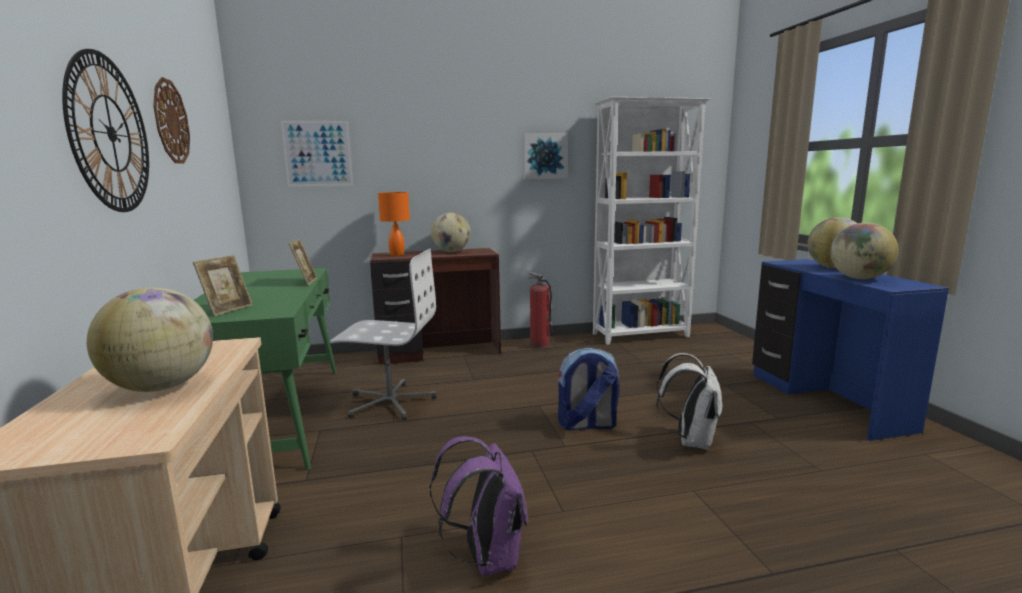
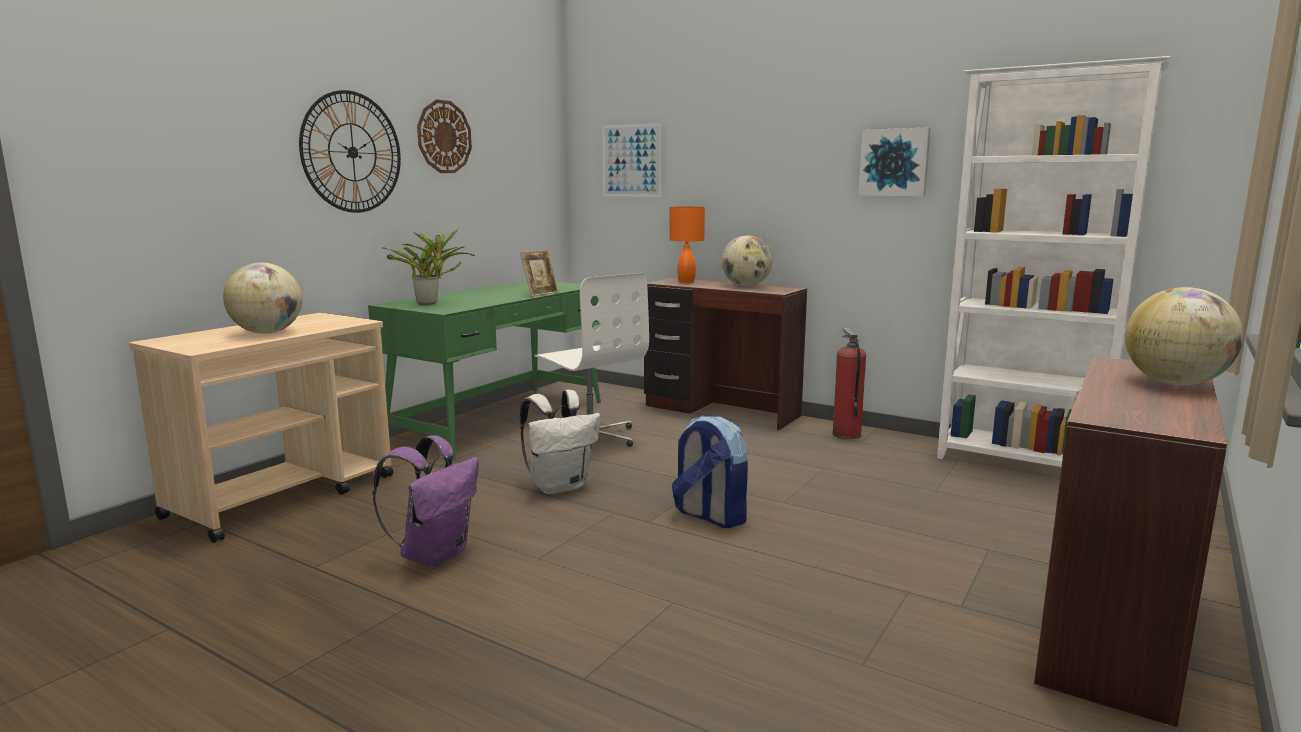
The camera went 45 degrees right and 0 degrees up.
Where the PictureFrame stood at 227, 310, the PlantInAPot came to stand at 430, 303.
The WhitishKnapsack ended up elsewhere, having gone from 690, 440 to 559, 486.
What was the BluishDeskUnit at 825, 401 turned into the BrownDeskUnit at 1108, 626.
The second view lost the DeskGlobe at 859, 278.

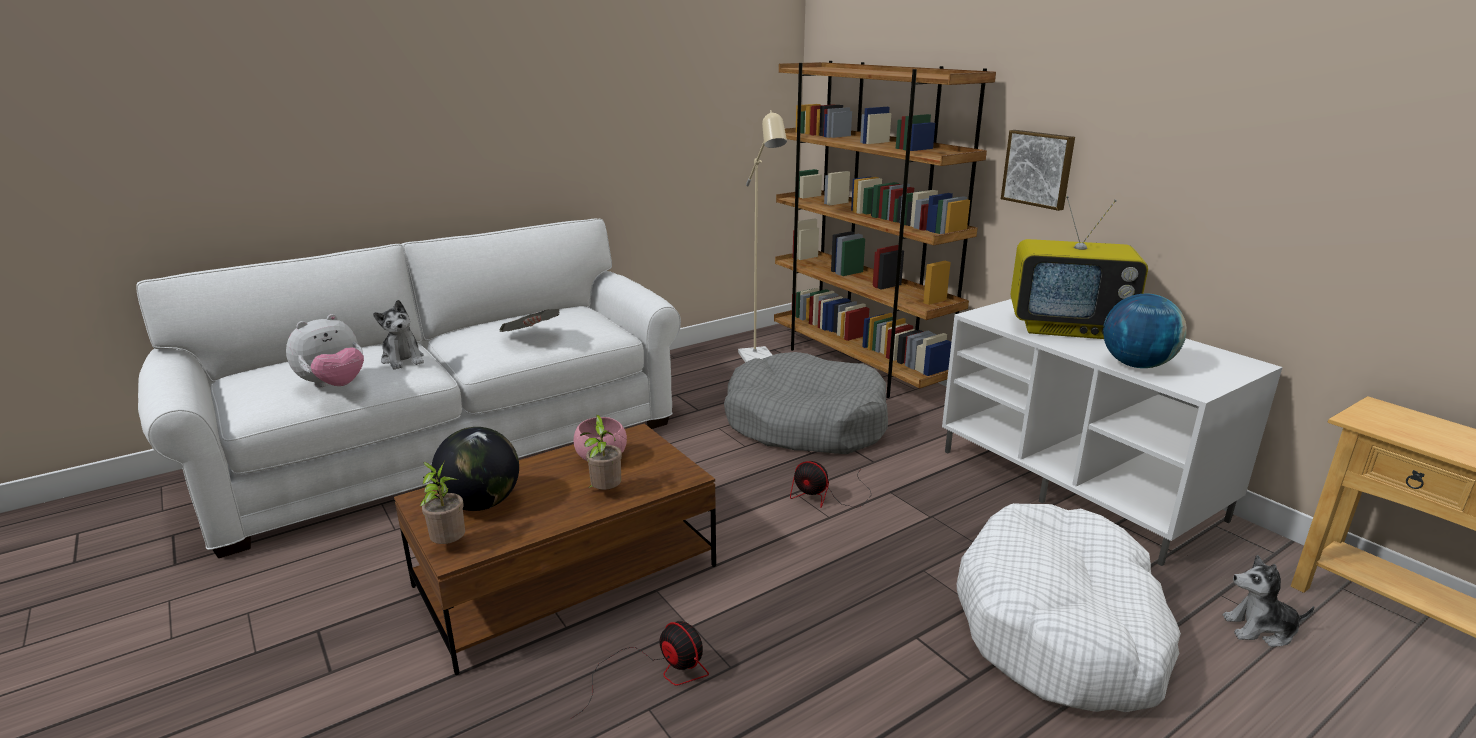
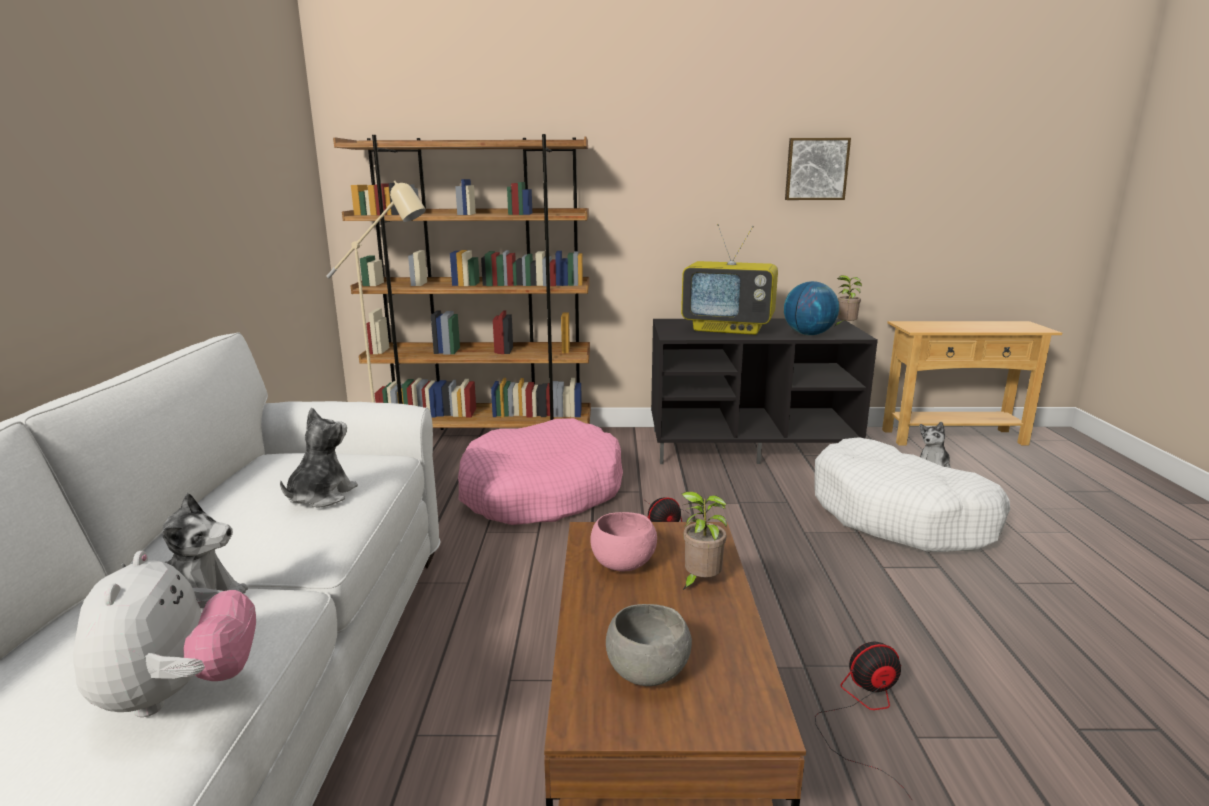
The camera went 55 degrees left and 5 degrees down.
Where the Newspaper stood at 531, 337, the CuddlyToy came to stand at 320, 496.
What was the GreyishDogCushion at 805, 423 turned into the PinkishDogCushion at 541, 492.
Where the DeskGlobe stood at 481, 504, the GreyishServingBowl came to stand at 647, 672.
What was the WhitishTvStand at 1079, 484 turned into the BlackishTvStand at 750, 445.
The Tv at 1068, 328 ended up facing another way, 60 degrees clockwise from before.
The WallPicture ended up elsewhere, having gone from 1038, 169 to 816, 169.
The PlantInAPot ended up elsewhere, having gone from 448, 545 to 844, 326.

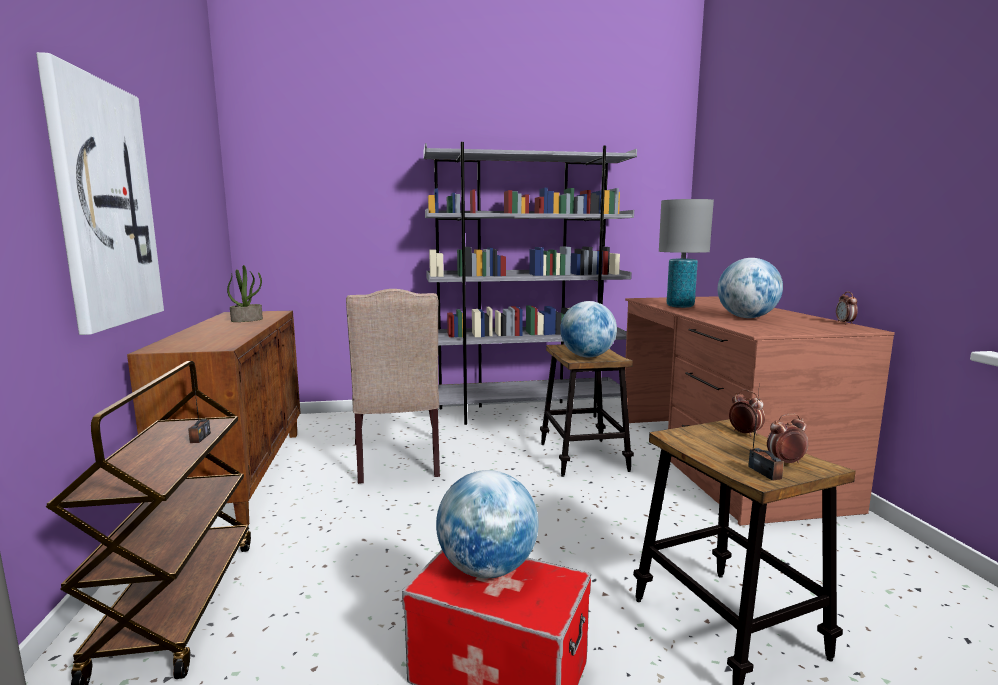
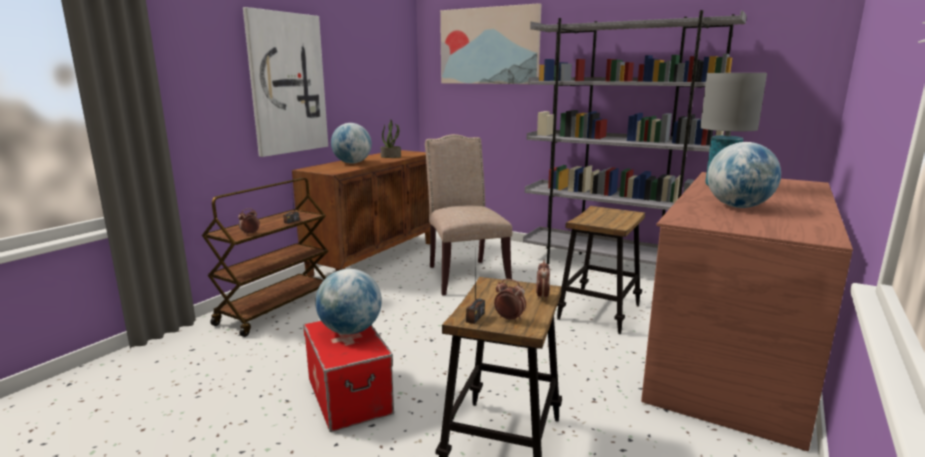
The camera went 40 degrees right and 5 degrees up.
The TableClock ended up elsewhere, having gone from 845, 323 to 250, 234.
The DeskGlobe ended up elsewhere, having gone from 587, 356 to 352, 163.
The BeigePlainChair at 398, 461 ended up facing another way, 135 degrees clockwise from before.
The second view gained the WallPicture at 489, 46.

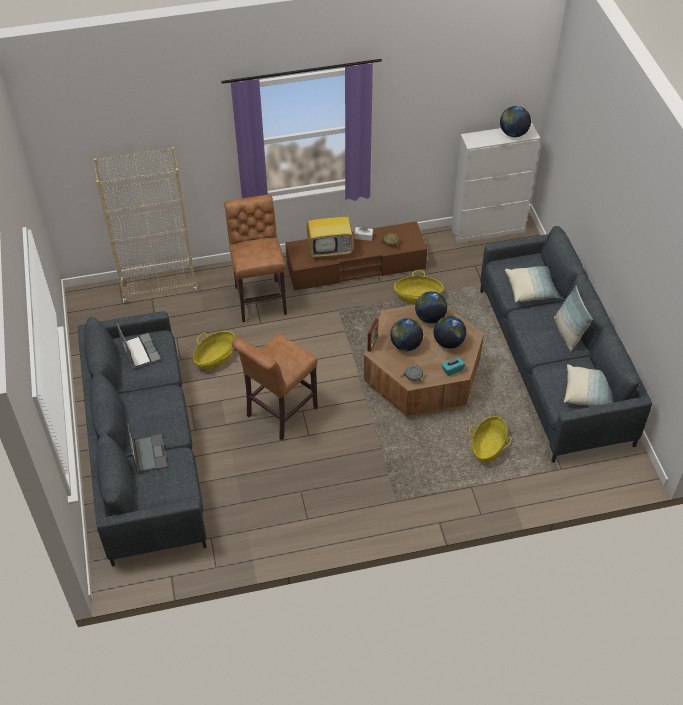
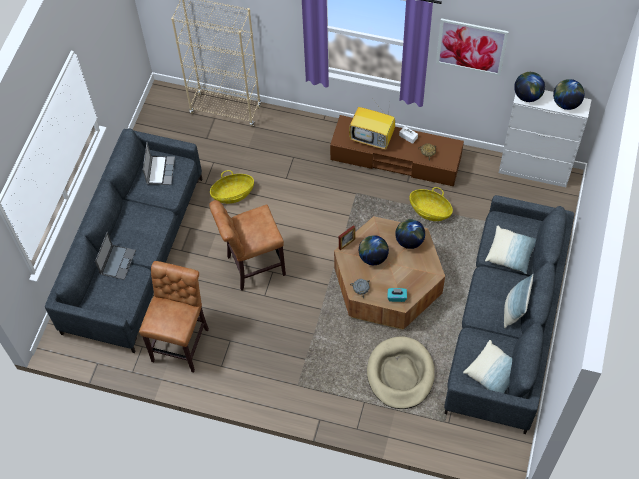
The camera went 30 degrees right and 10 degrees up.
The BrownStool ended up elsewhere, having gone from 260, 298 to 182, 342.
Where the StorageBasket stood at 488, 447, the BeigeDogCushion came to stand at 400, 374.
The second view gained the WallPicture at 471, 46.
The DeskGlobe ended up elsewhere, having gone from 448, 342 to 527, 95.

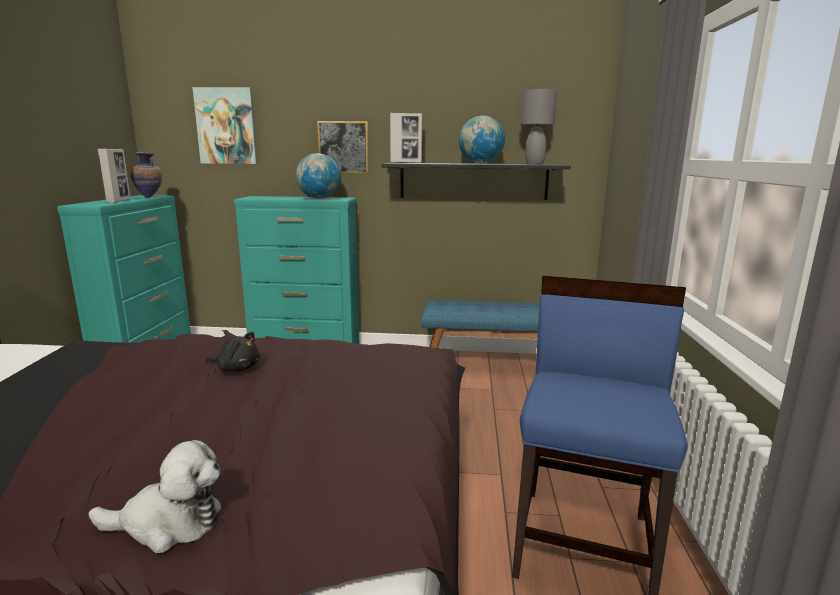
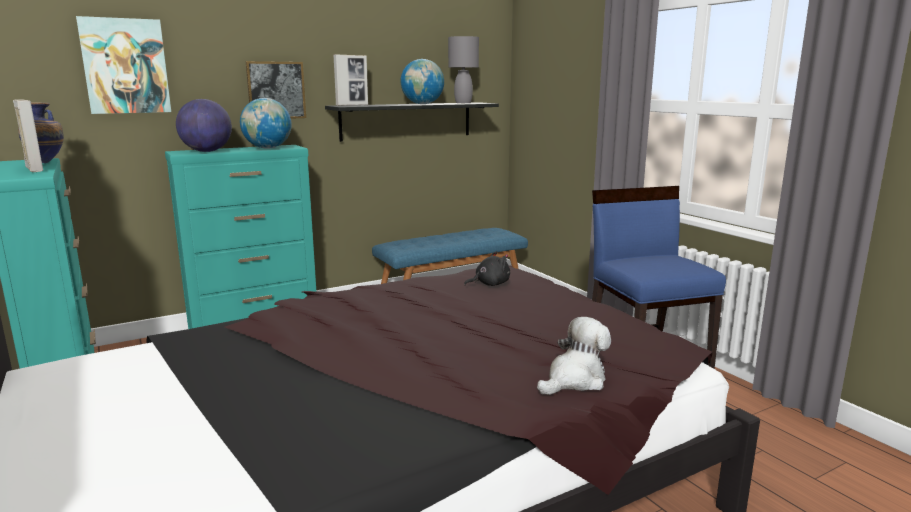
The camera went 35 degrees left and 0 degrees up.
The second view gained the DeskGlobe at 206, 151.
The BlackishCuddlyToy ended up elsewhere, having gone from 237, 368 to 489, 284.

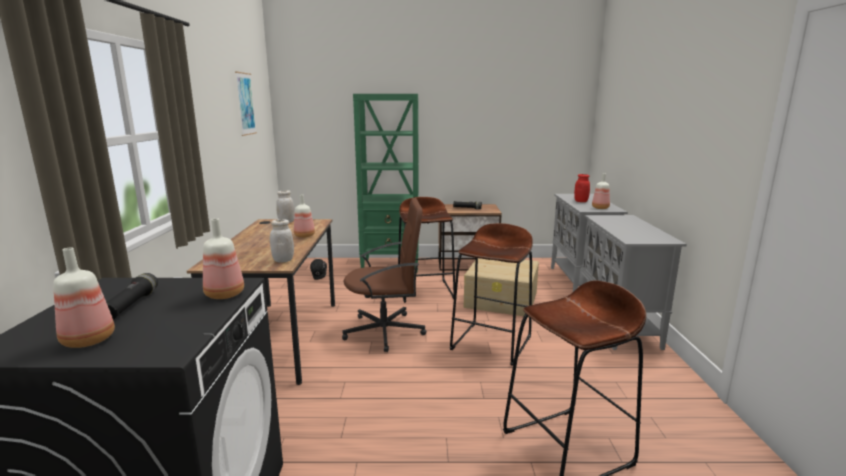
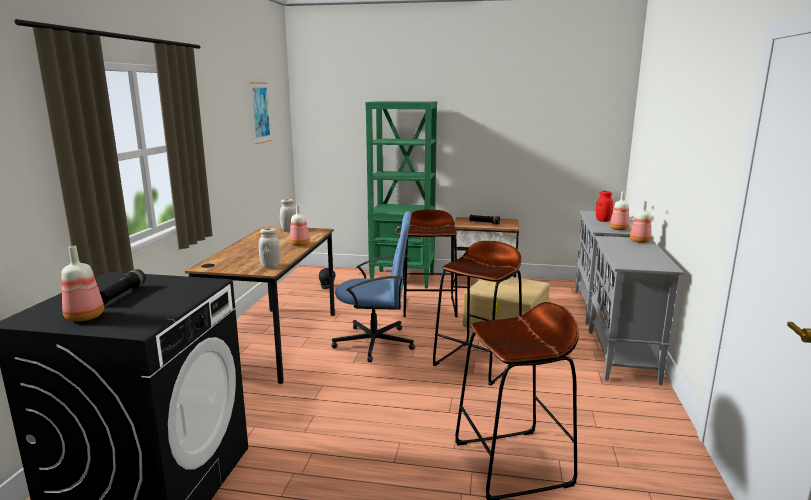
The camera went 10 degrees right and 0 degrees up.
What was the BrownDeskChair at 385, 331 turned into the BluishDeskChair at 375, 343.
The Bottle ended up elsewhere, having gone from 224, 294 to 639, 241.

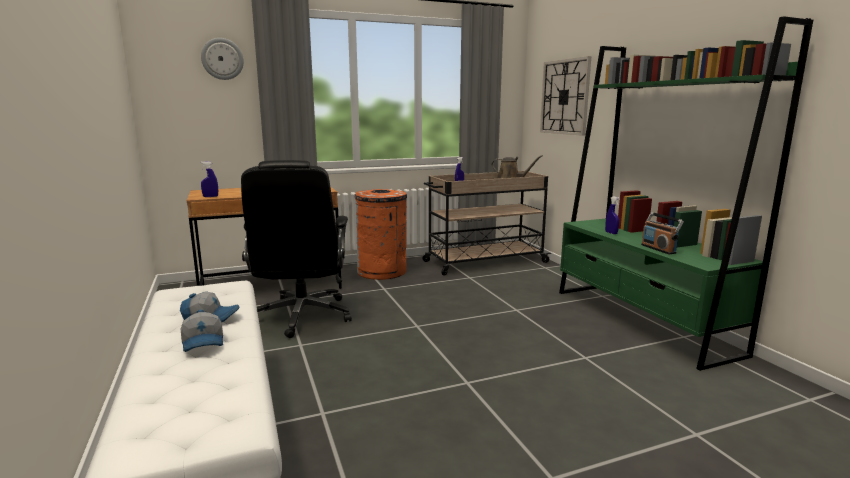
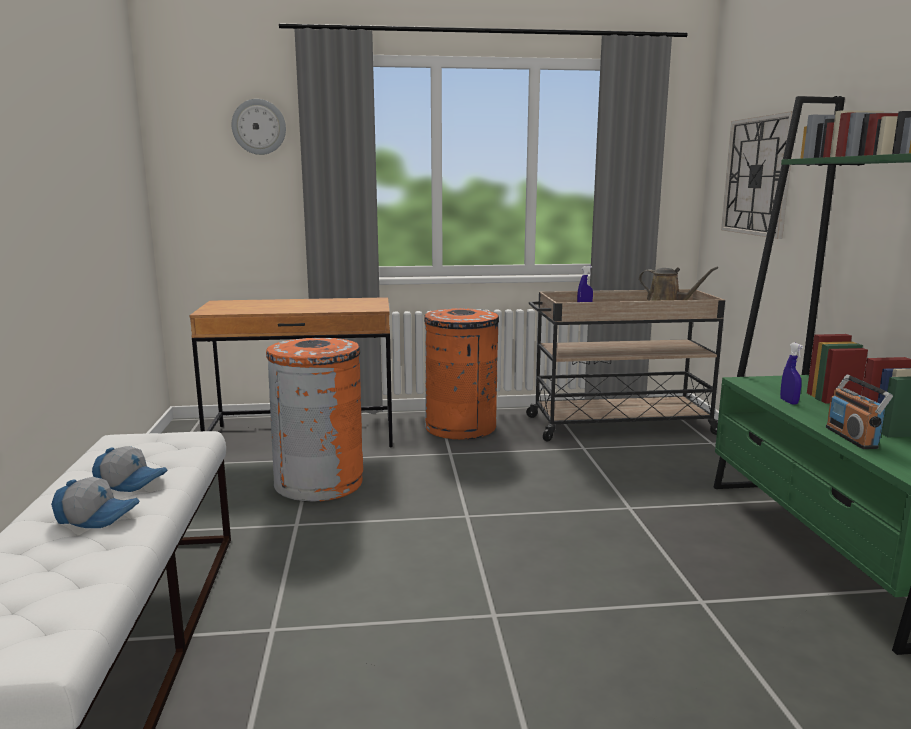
The camera went 15 degrees right and 0 degrees up.
The BaseballCap at 204, 342 ended up facing another way, 75 degrees counterclockwise from before.
Where the BlackishDeskChair stood at 302, 316, the OrangeyWasteBin came to stand at 319, 483.
The second view lost the BluishHandSprayer at 210, 196.

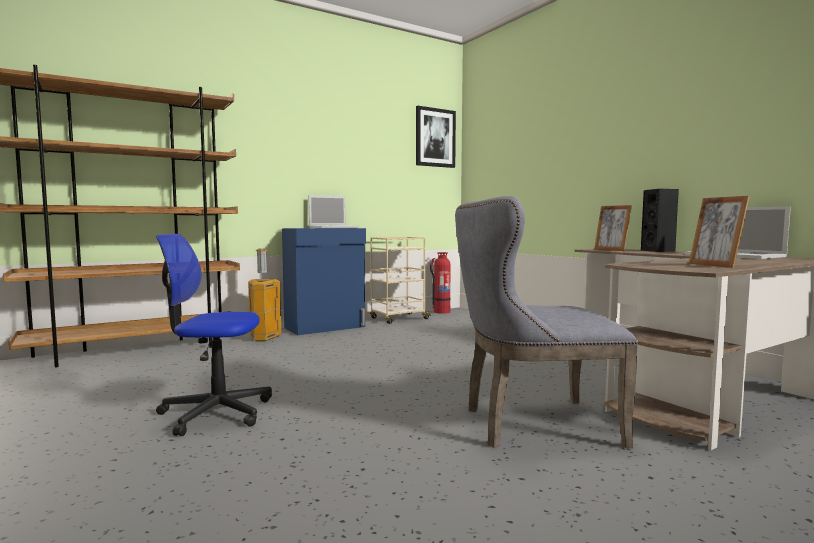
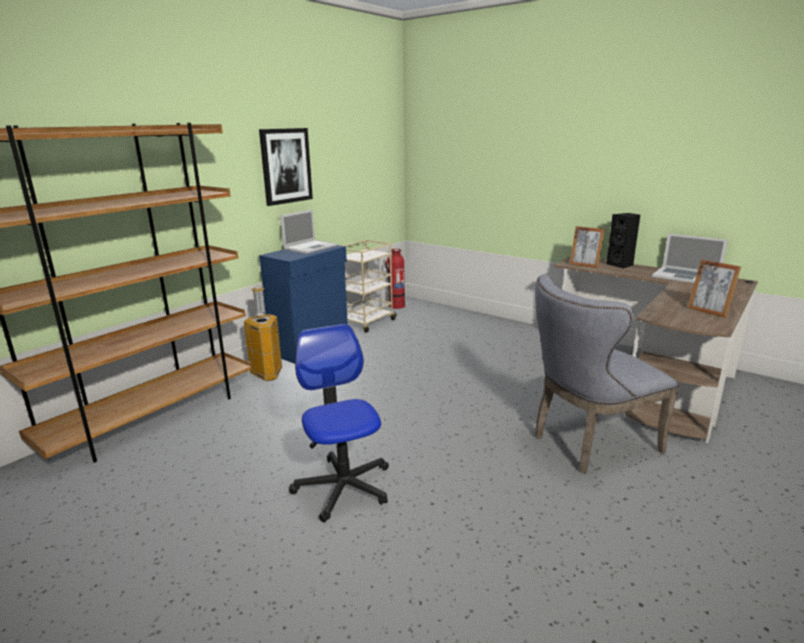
The camera went 20 degrees left and 15 degrees up.
The WallPicture ended up elsewhere, having gone from 435, 137 to 286, 166.
The DeskChair at 216, 412 ended up facing another way, 90 degrees clockwise from before.

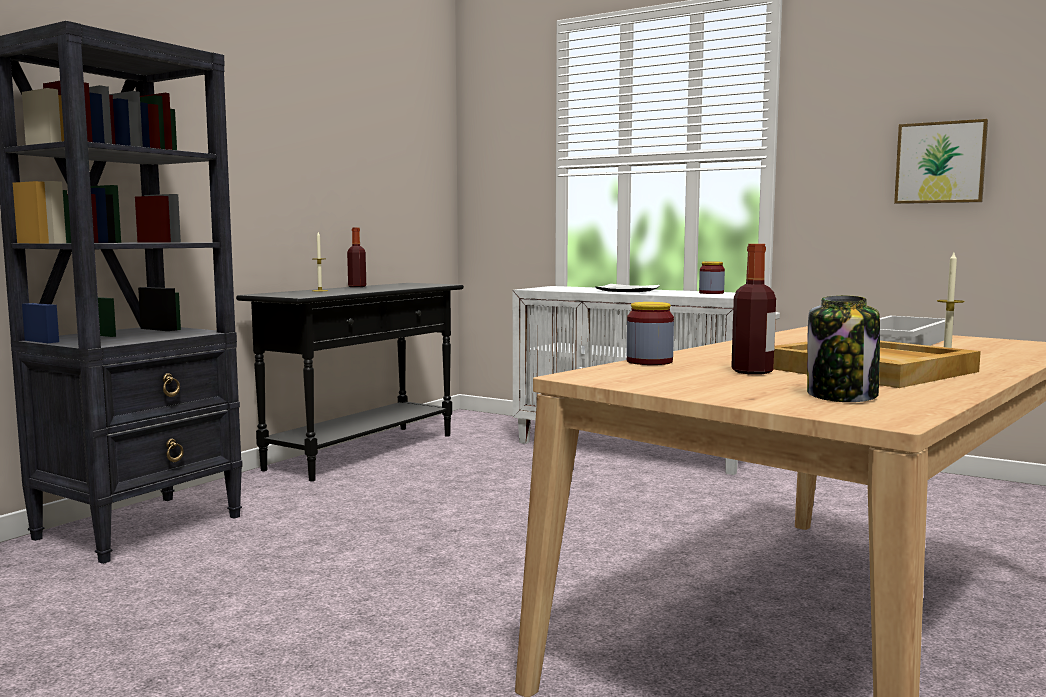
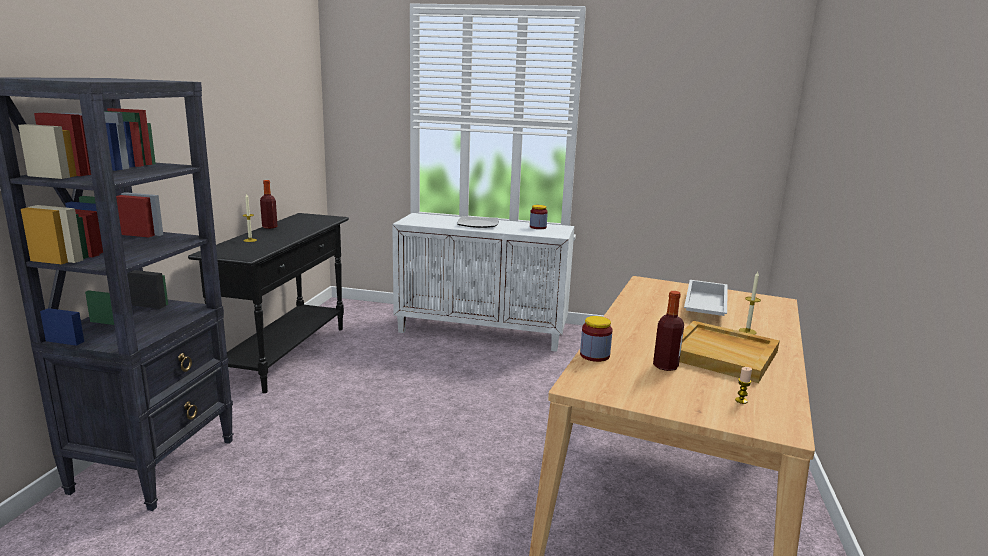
The camera went 20 degrees left and 10 degrees up.
Where the PreserveJar stood at 842, 396, the Candle came to stand at 741, 400.
The second view lost the WallPicture at 940, 163.

